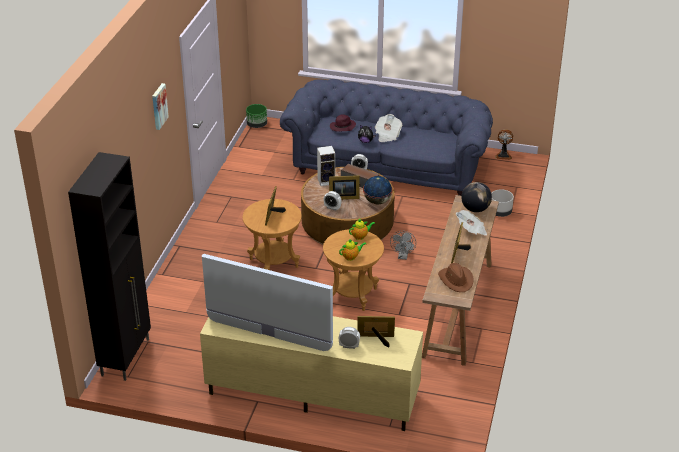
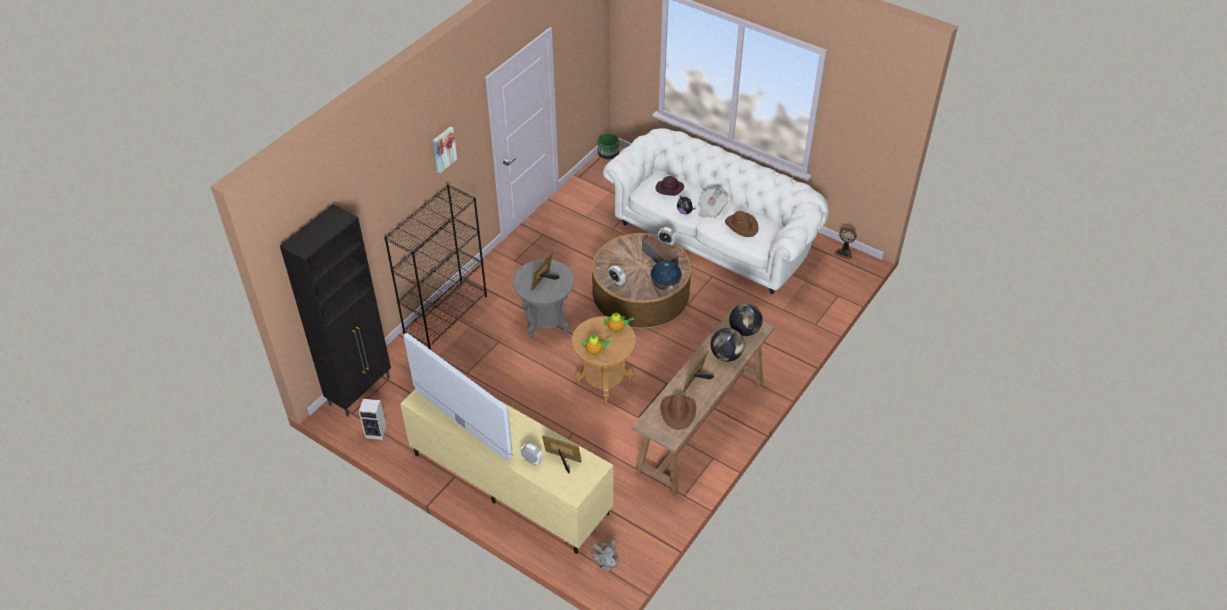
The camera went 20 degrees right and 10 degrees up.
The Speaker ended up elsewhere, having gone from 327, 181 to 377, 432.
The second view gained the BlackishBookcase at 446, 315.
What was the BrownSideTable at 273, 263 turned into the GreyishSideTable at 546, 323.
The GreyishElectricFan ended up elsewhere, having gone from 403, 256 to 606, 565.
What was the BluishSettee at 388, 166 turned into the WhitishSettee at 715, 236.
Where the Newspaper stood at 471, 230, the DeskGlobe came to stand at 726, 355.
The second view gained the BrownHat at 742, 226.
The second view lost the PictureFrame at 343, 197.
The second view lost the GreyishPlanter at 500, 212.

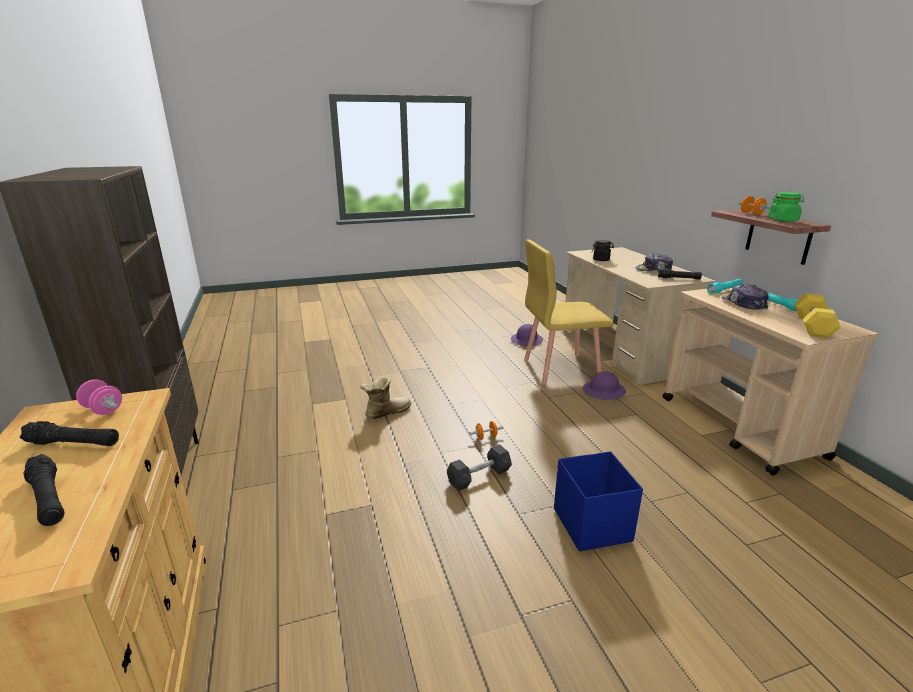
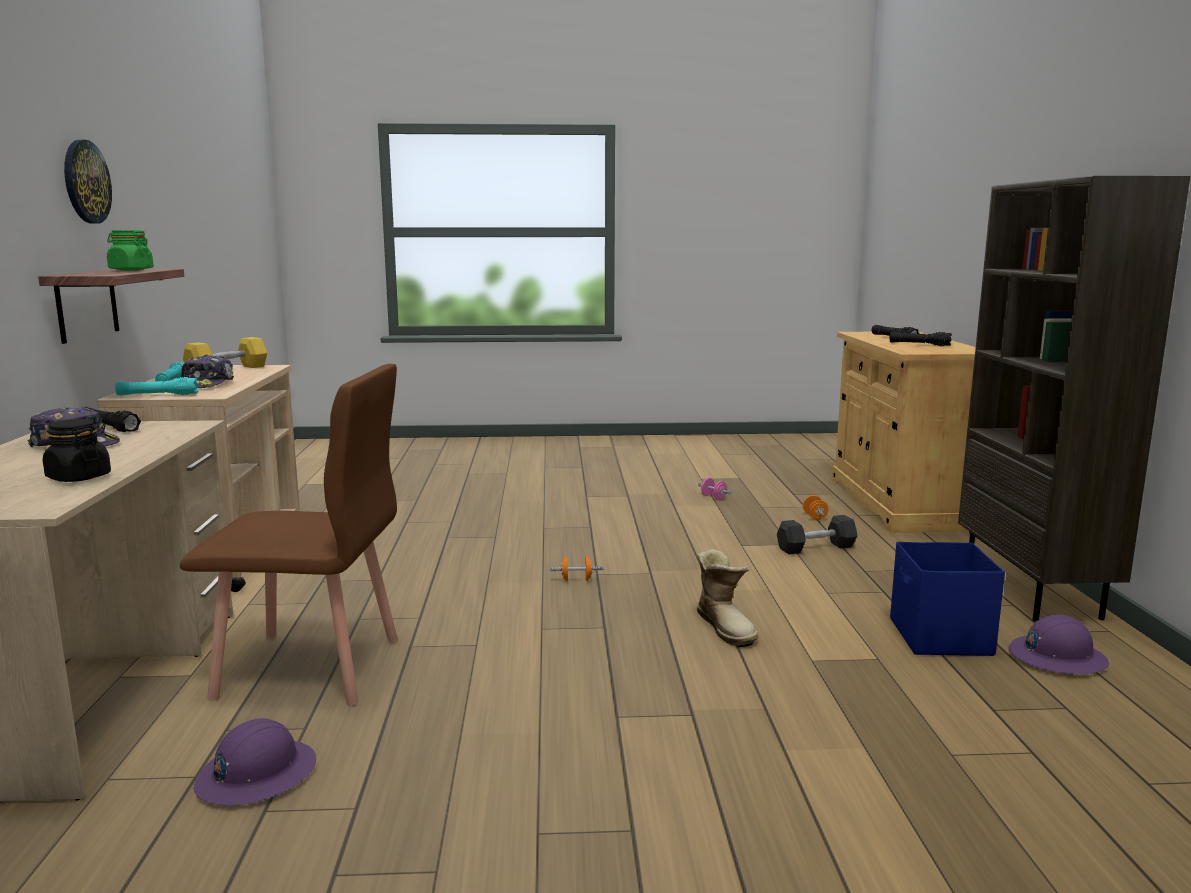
The camera went 165 degrees left and 10 degrees down.
The second view gained the HangingClock at 86, 182.
What was the YellowColouredPlainChair at 560, 368 turned into the BrownPlainChair at 310, 668.
The Boot at 386, 412 ended up facing another way, 90 degrees counterclockwise from before.
The PinkishHandWeight ended up elsewhere, having gone from 103, 409 to 713, 497.
The GreyishHandWeight ended up elsewhere, having gone from 479, 477 to 816, 548.
The OrangeyHandWeight ended up elsewhere, having gone from 751, 213 to 814, 517.
The BluishStorageContainer ended up elsewhere, having gone from 591, 524 to 939, 638.
The PurpleWorkHelmet ended up elsewhere, having gone from 604, 391 to 1056, 658.

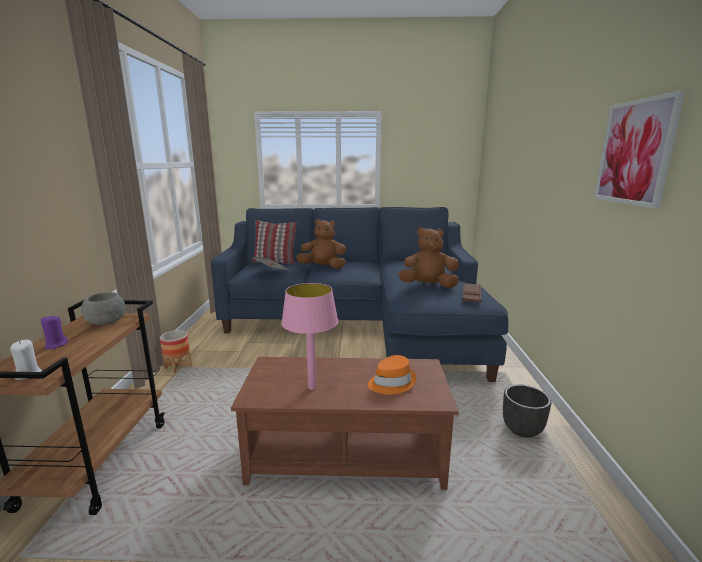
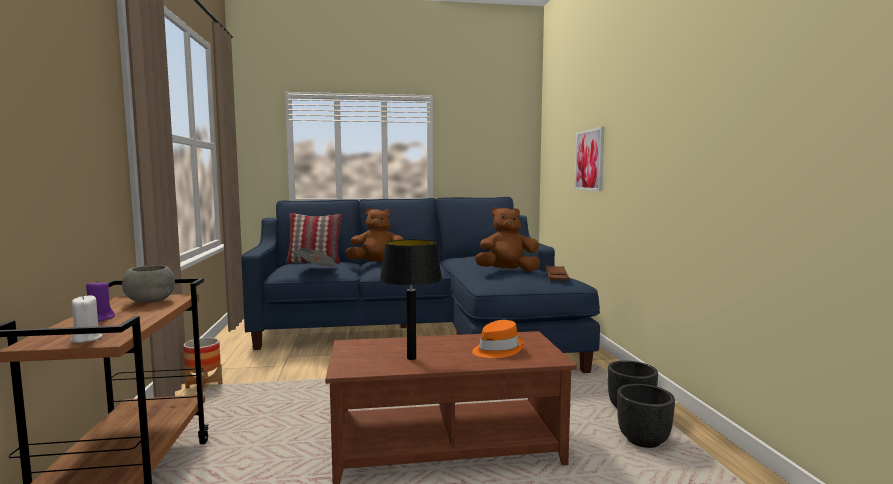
The camera went 10 degrees left and 10 degrees down.
What was the PinkishTabletopLamp at 312, 387 turned into the BlackishTabletopLamp at 412, 358.
The WallPicture ended up elsewhere, having gone from 635, 152 to 589, 160.
The second view gained the BlackishPlanter at 644, 441.

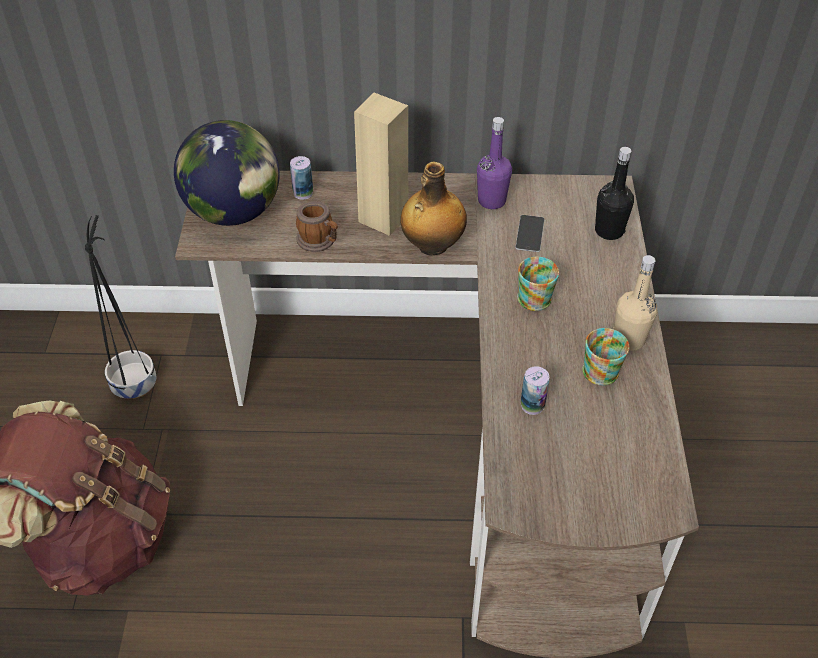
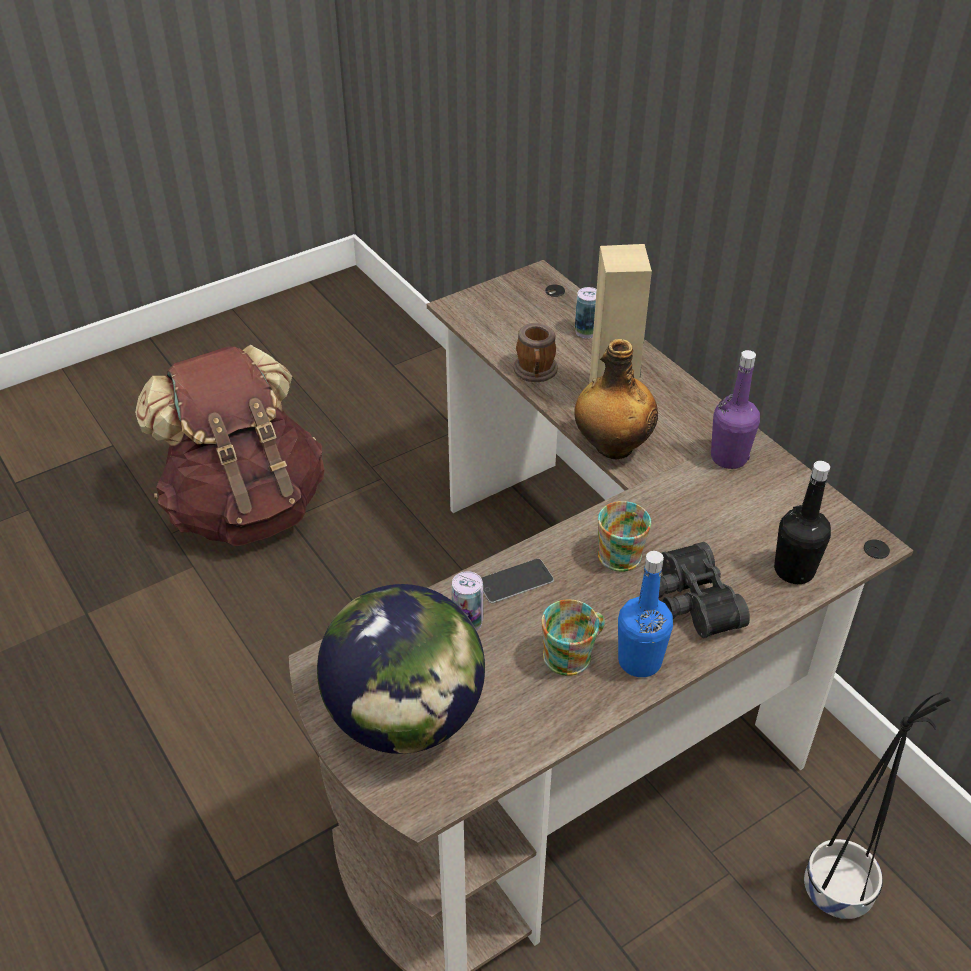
The camera went 55 degrees right and 5 degrees down.
The DeskGlobe ended up elsewhere, having gone from 234, 212 to 405, 718.
The Handset ended up elsewhere, having gone from 530, 233 to 515, 581.
What was the BeigeBottle at 629, 339 turned into the BluishBottle at 639, 661.
The second view gained the BlackishBinoculars at 690, 602.
The BlackishPlanter ended up elsewhere, having gone from 135, 383 to 839, 890.

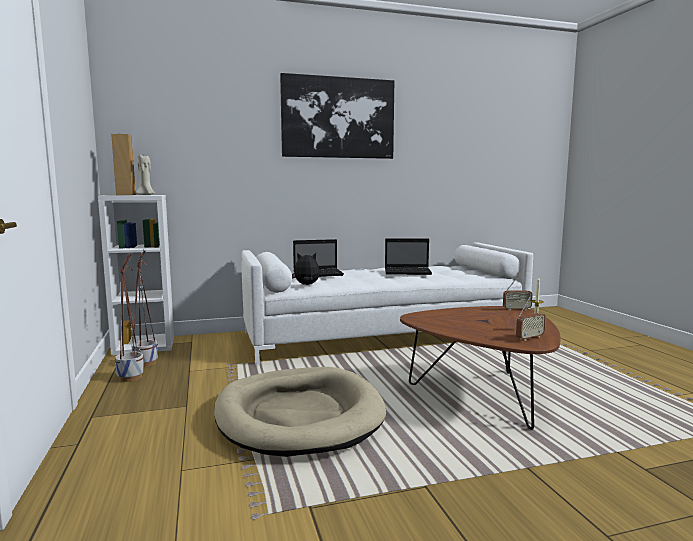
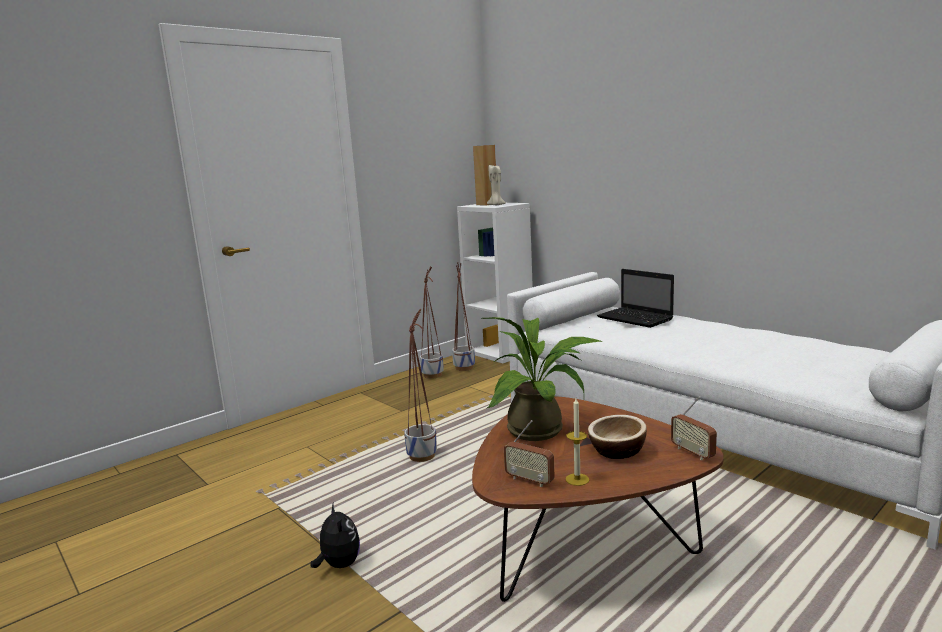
The camera went 65 degrees right and 5 degrees up.
The CuddlyToy ended up elsewhere, having gone from 306, 285 to 339, 564.
Where the BeigeDogCushion stood at 299, 415, the Planter came to stand at 422, 456.
The second view gained the PlantInAPot at 542, 430.
The second view gained the ServingBowl at 617, 451.
The second view lost the WallPicture at 338, 118.
The second view lost the NotebookComputer at 408, 272.

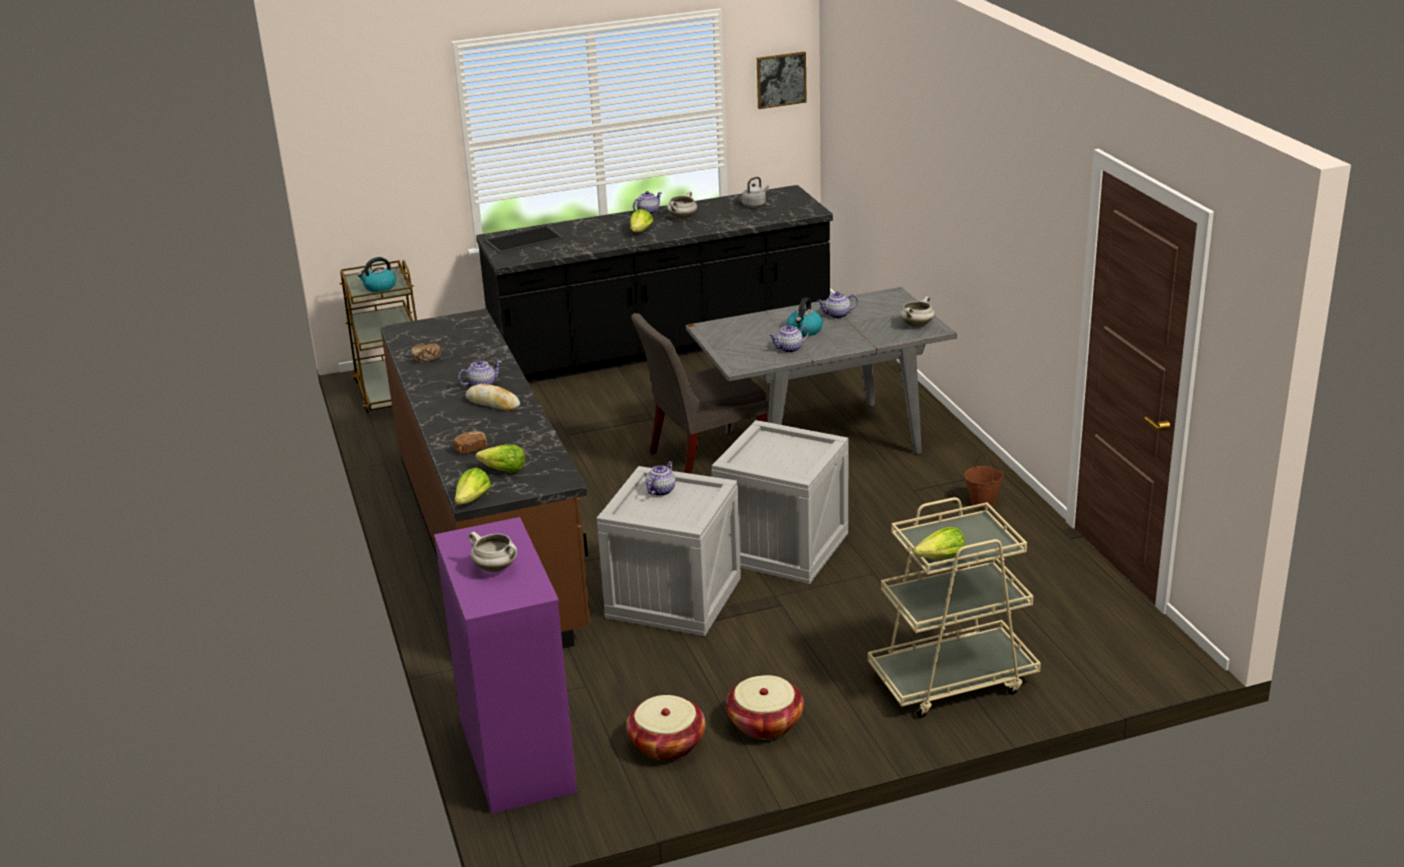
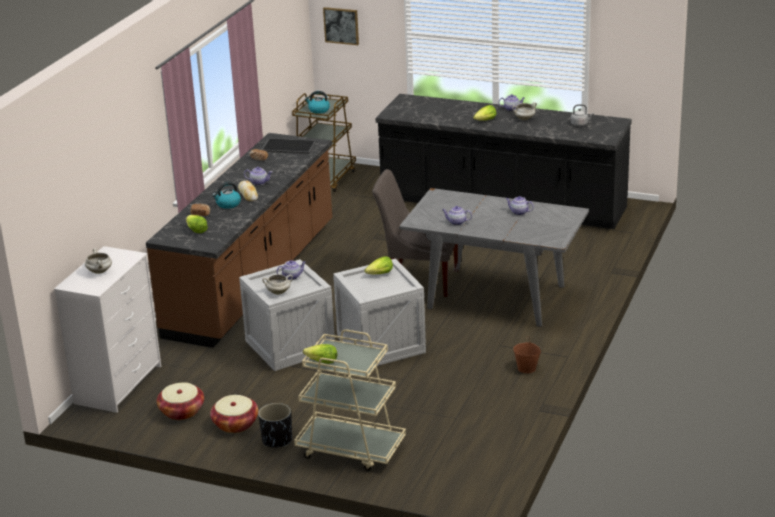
The camera went 40 degrees right and 0 degrees up.
What was the PurpleDrawerChest at 516, 754 turned into the WhitishDrawerChest at 118, 384.
The WaterKettle ended up elsewhere, having gone from 804, 331 to 228, 204.
The second view gained the BlackishPlanter at 277, 440.
The ServingTray ended up elsewhere, having gone from 523, 241 to 288, 147.
The WhitishCookingPot ended up elsewhere, having gone from 917, 325 to 278, 292.
The WallPicture ended up elsewhere, having gone from 781, 79 to 341, 25.
The HeadOfLettuce ended up elsewhere, having gone from 473, 500 to 380, 274.

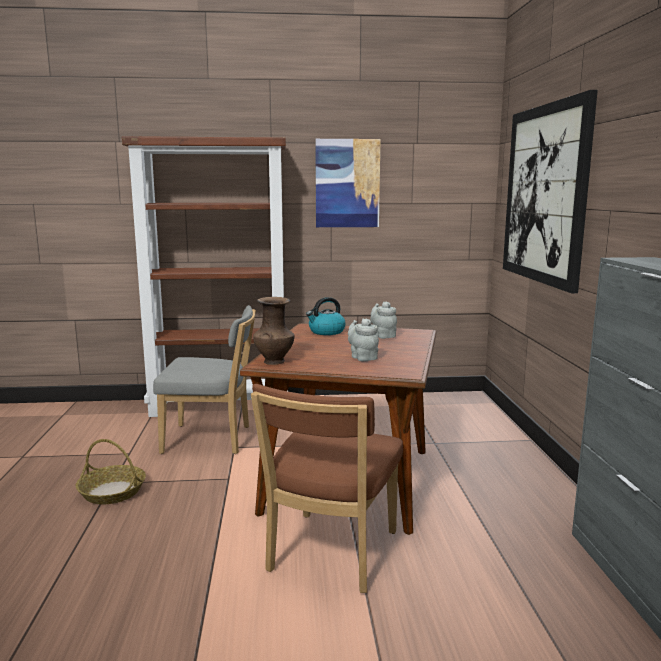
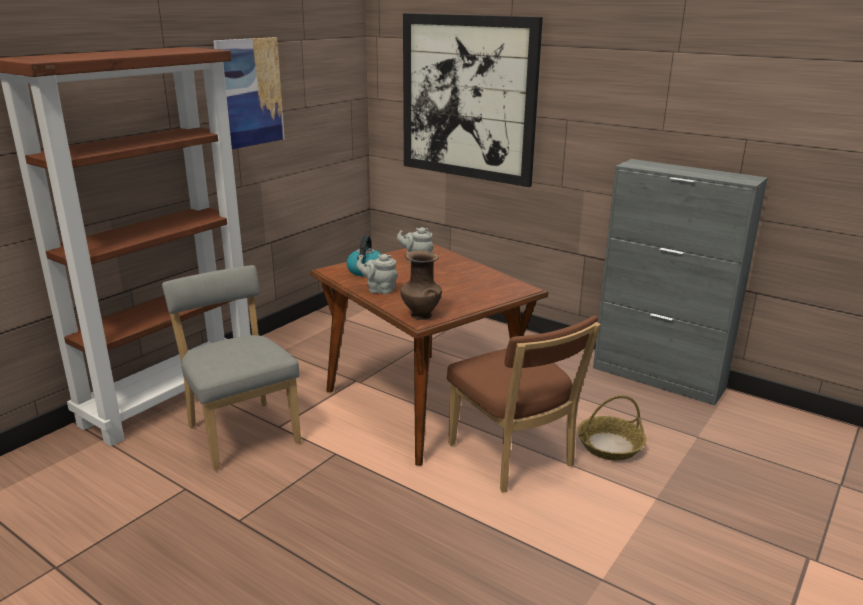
The camera went 50 degrees left and 10 degrees up.
The GreyishPlainChair at 211, 440 ended up facing another way, 75 degrees counterclockwise from before.
The GreyishPotForTea ended up elsewhere, having gone from 362, 357 to 379, 290.
The StorageBasket ended up elsewhere, having gone from 112, 492 to 609, 446.

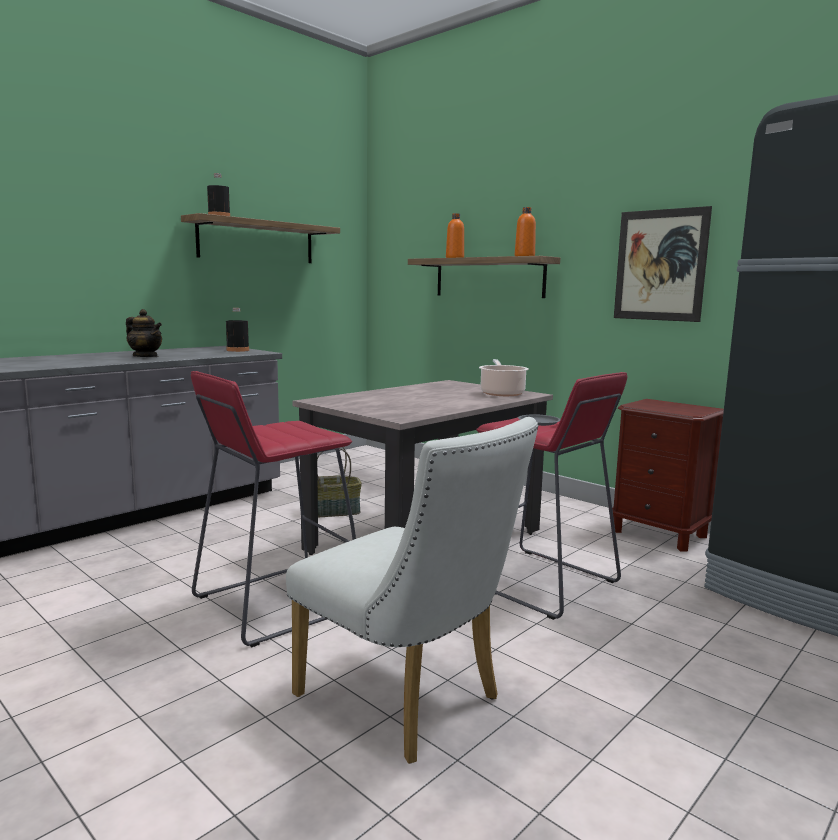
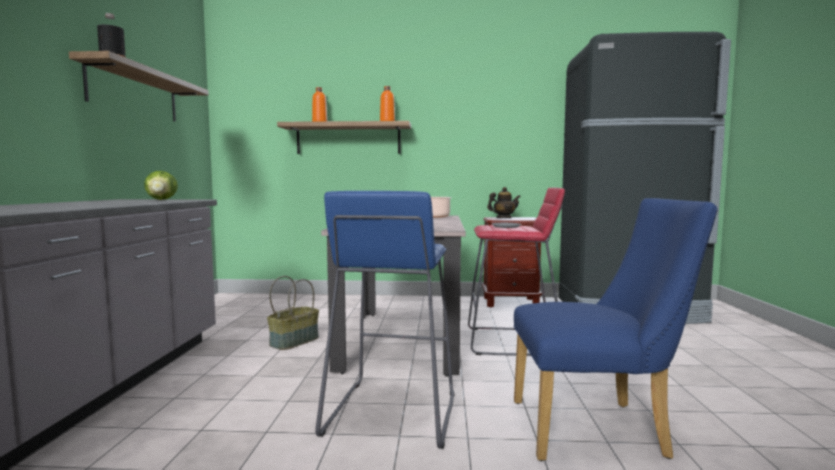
The camera went 40 degrees left and 5 degrees down.
Where the BlackishBottle stood at 237, 350, the HeadOfLettuce came to stand at 161, 199.
What was the ReddishStool at 275, 603 turned into the BluishStool at 391, 413.
The PotForTea ended up elsewhere, having gone from 145, 357 to 503, 218.
What was the WhitishPlainChair at 409, 702 turned into the BluishPlainChair at 598, 429.
The second view lost the WallPicture at 660, 265.

